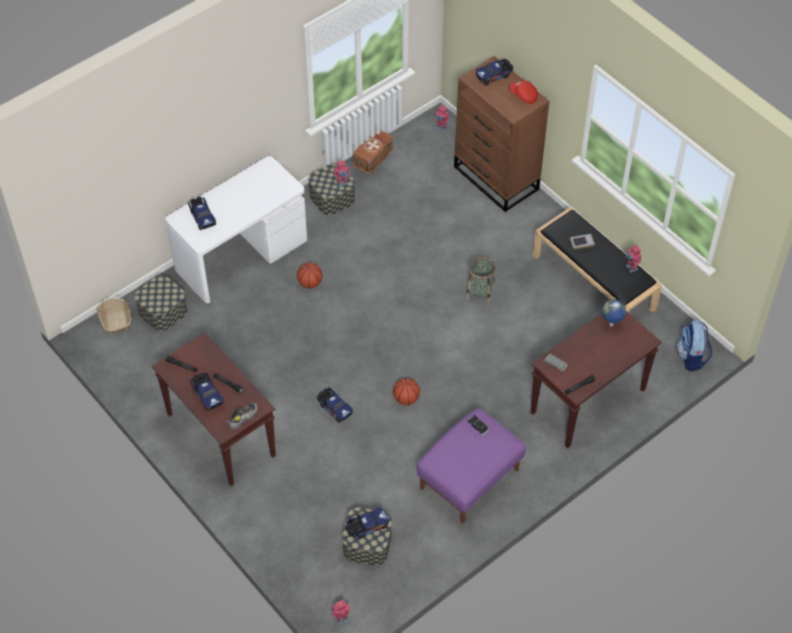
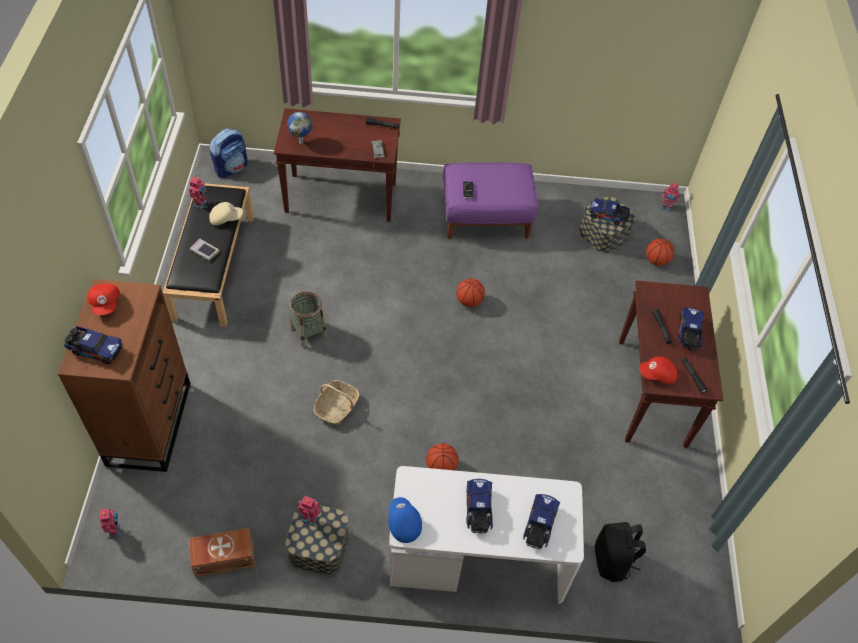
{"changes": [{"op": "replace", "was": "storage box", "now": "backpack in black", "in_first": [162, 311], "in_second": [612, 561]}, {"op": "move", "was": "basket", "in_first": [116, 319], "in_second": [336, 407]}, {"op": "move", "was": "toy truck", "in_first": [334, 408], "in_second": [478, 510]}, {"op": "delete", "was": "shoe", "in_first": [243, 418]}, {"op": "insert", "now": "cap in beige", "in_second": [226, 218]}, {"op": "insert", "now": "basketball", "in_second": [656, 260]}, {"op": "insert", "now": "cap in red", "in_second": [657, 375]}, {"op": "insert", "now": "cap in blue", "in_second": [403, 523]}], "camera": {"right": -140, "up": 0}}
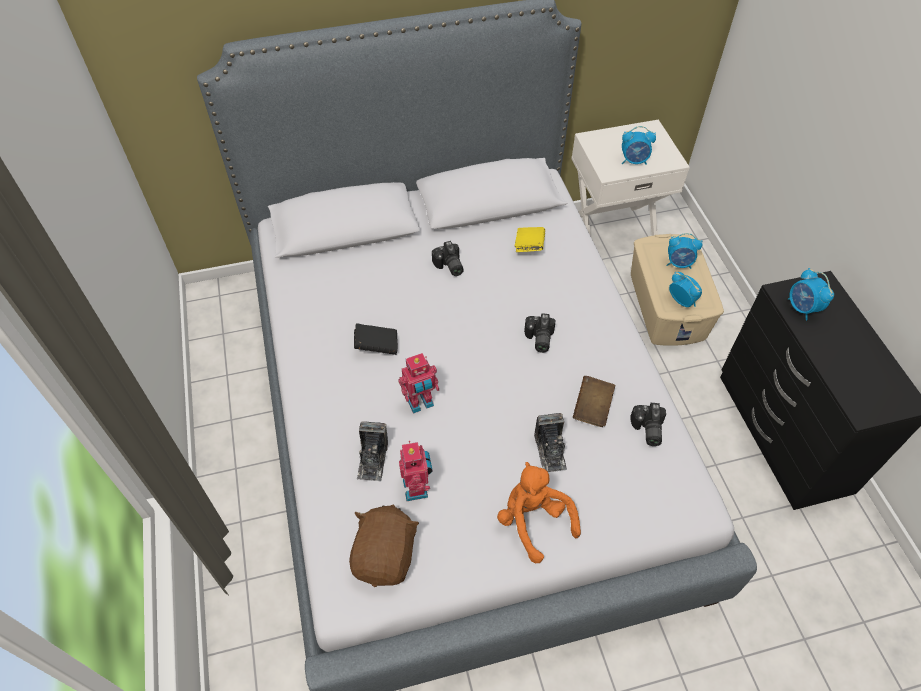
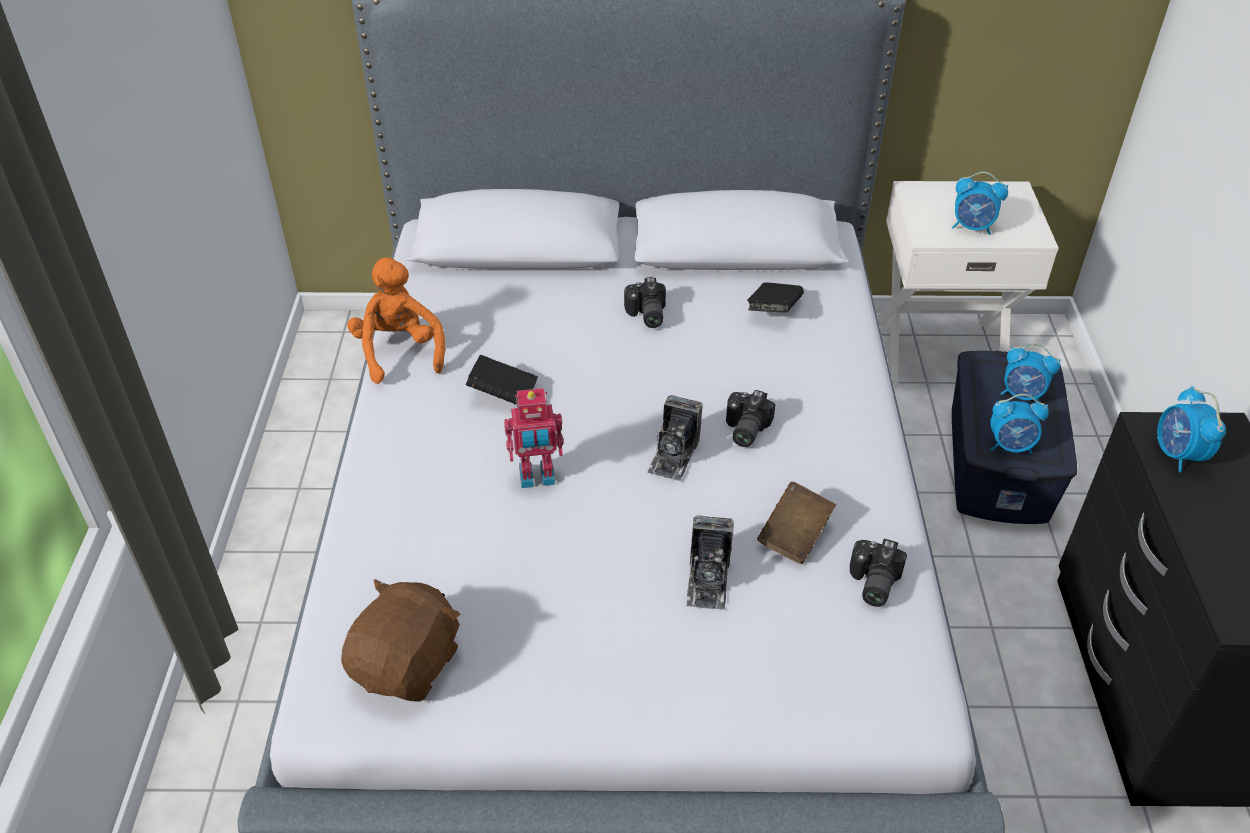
{"changes": [{"op": "recolor", "was": "book in yellow", "now": "book in black", "in_first": [529, 246], "in_second": [774, 310]}, {"op": "recolor", "was": "storage box in beige", "now": "storage box in blue", "in_first": [667, 305], "in_second": [999, 463]}, {"op": "rotate", "was": "alarm clock", "in_first": [681, 301], "in_second": [1010, 446], "clockwise": 120}, {"op": "move", "was": "photo camera", "in_first": [372, 459], "in_second": [674, 455]}, {"op": "delete", "was": "toy robot", "in_first": [417, 488]}, {"op": "move", "was": "plush toy in orange", "in_first": [533, 521], "in_second": [399, 351]}], "camera": {"right": 15, "up": -10}}
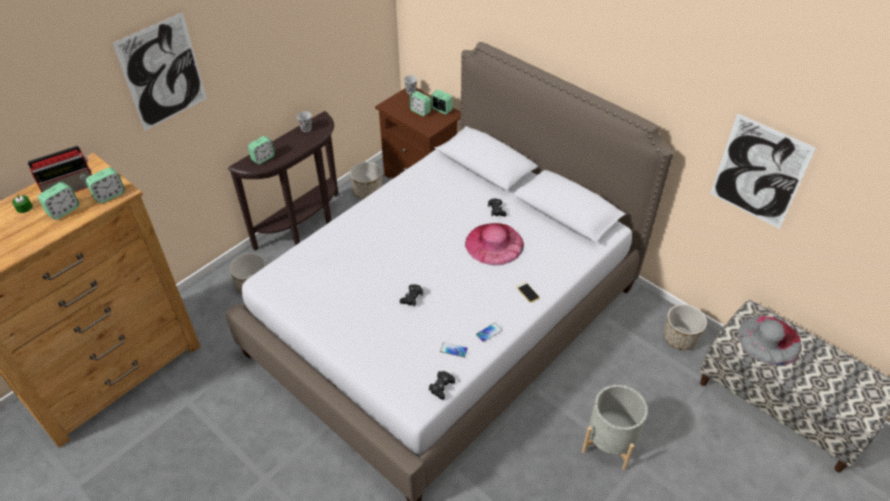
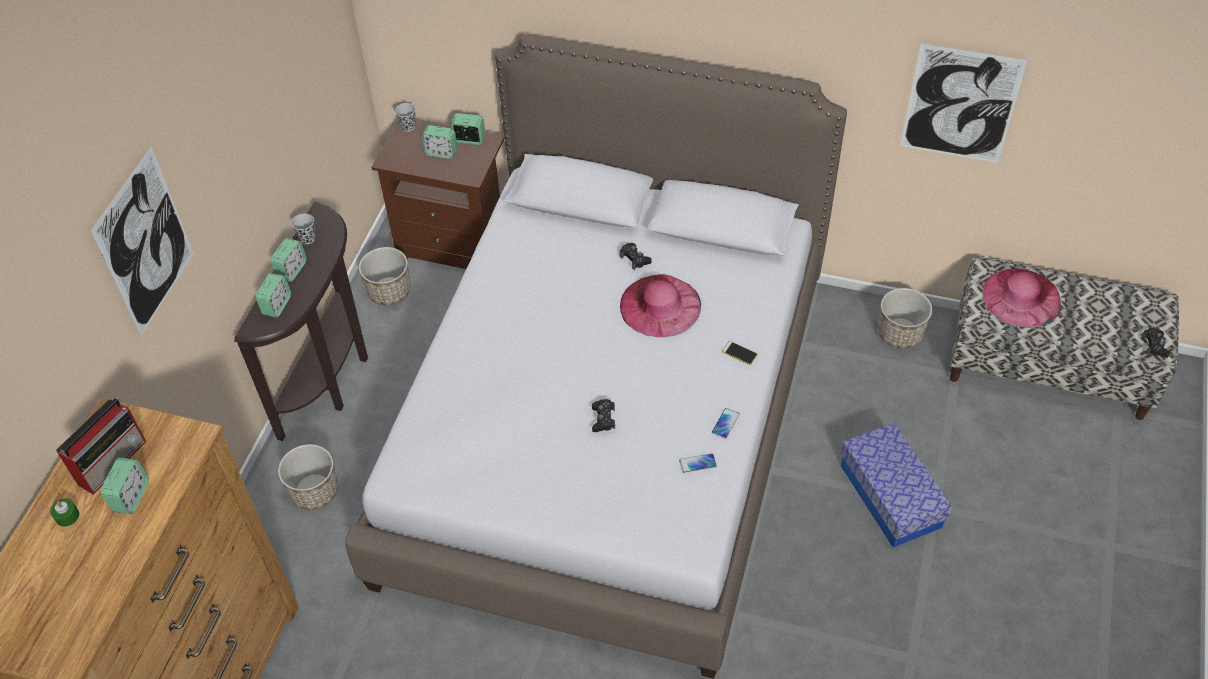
{"changes": [{"op": "move", "was": "alarm clock", "in_first": [109, 195], "in_second": [292, 270]}, {"op": "recolor", "was": "hat in grey", "now": "hat in pink", "in_first": [769, 339], "in_second": [1021, 297]}, {"op": "move", "was": "game controller in black", "in_first": [441, 387], "in_second": [1154, 346]}, {"op": "replace", "was": "planter in grey", "now": "storage box", "in_first": [610, 442], "in_second": [890, 496]}], "camera": {"right": -25, "up": 5}}
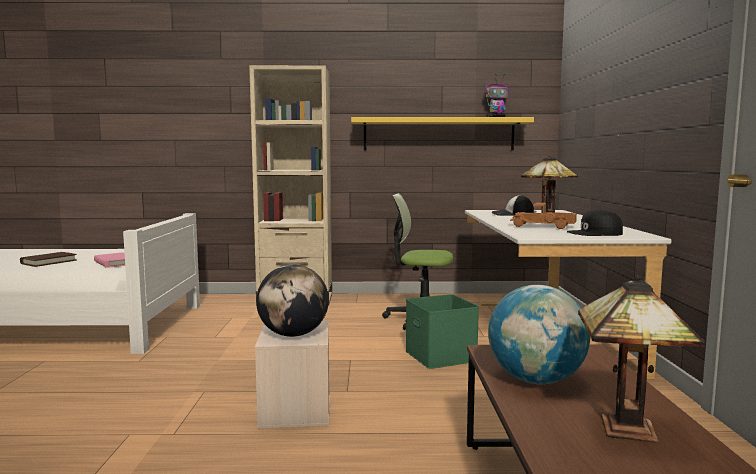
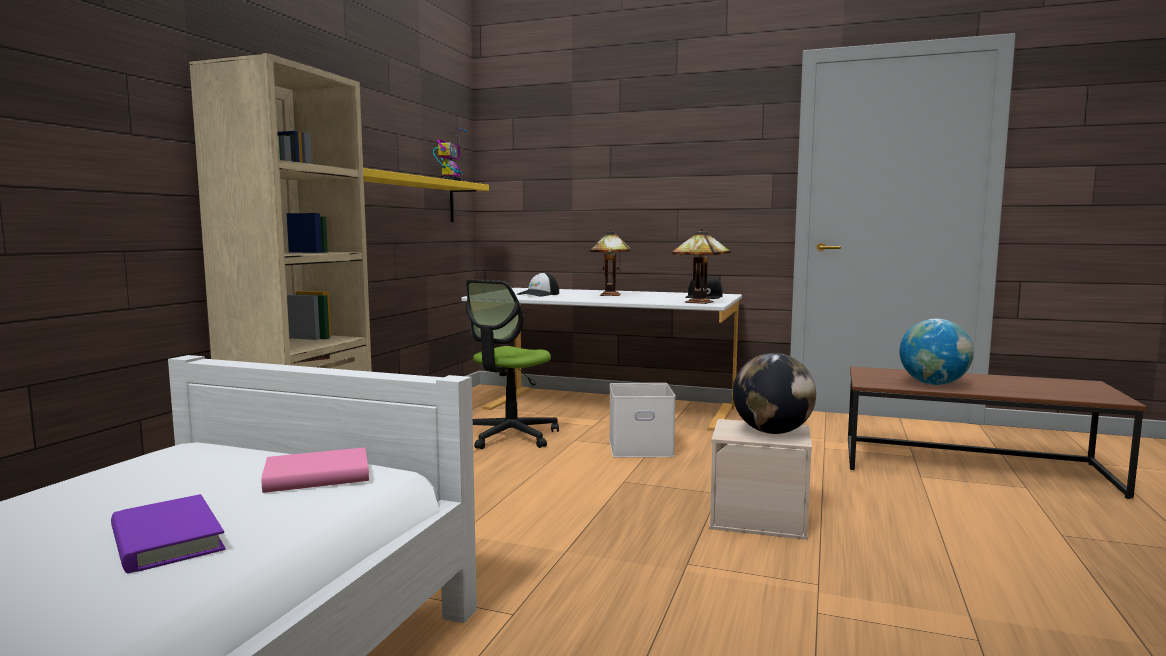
{"changes": [{"op": "delete", "was": "toy truck", "in_first": [543, 226]}, {"op": "recolor", "was": "book in brown", "now": "book in purple", "in_first": [49, 262], "in_second": [166, 540]}, {"op": "move", "was": "table lamp", "in_first": [632, 431], "in_second": [701, 302]}, {"op": "recolor", "was": "storage box in green", "now": "storage box in white", "in_first": [442, 356], "in_second": [641, 447]}], "camera": {"right": -70, "up": 0}}
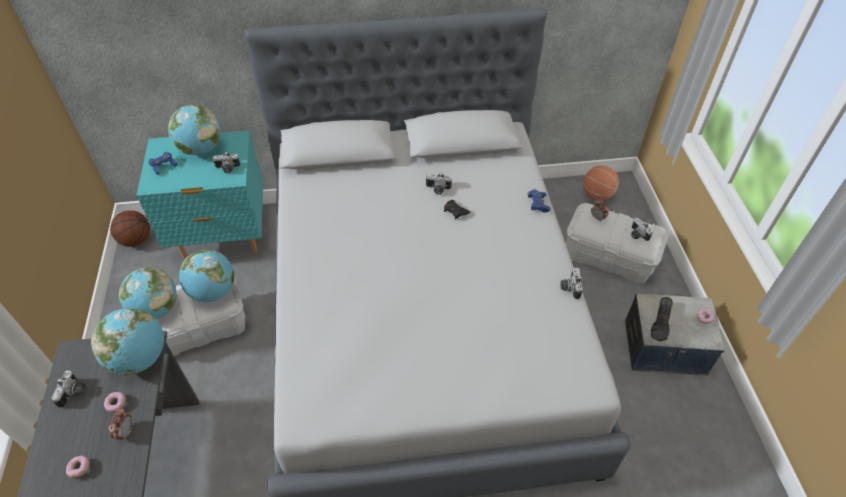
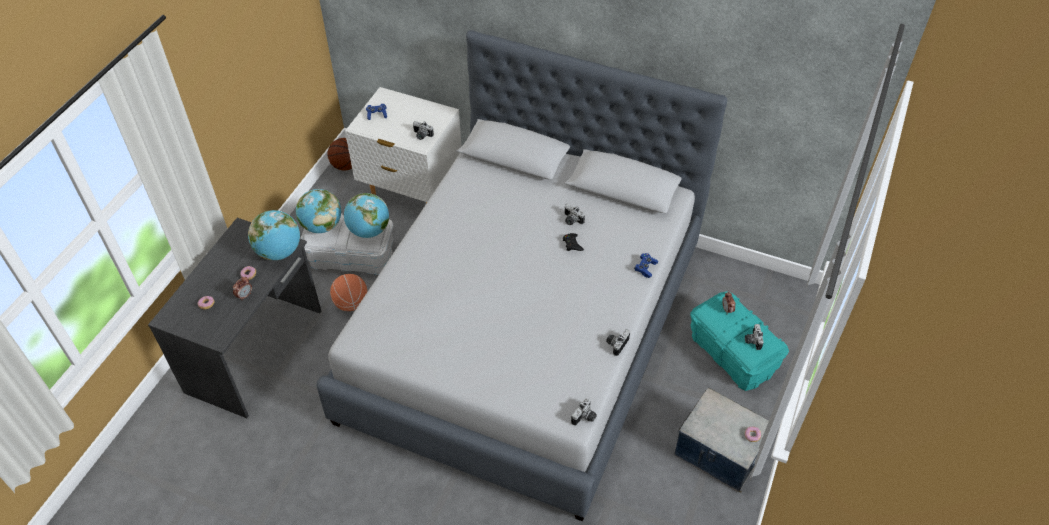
{"changes": [{"op": "delete", "was": "globe", "in_first": [201, 149]}, {"op": "recolor", "was": "nightstand in turquoise", "now": "nightstand in white", "in_first": [222, 237], "in_second": [411, 191]}, {"op": "move", "was": "basketball", "in_first": [597, 195], "in_second": [351, 303]}, {"op": "recolor", "was": "storage box in white", "now": "storage box in turquoise", "in_first": [609, 256], "in_second": [733, 353]}, {"op": "delete", "was": "flashlight", "in_first": [661, 322]}, {"op": "move", "was": "photo camera", "in_first": [74, 393], "in_second": [585, 418]}], "camera": {"right": 30, "up": 0}}
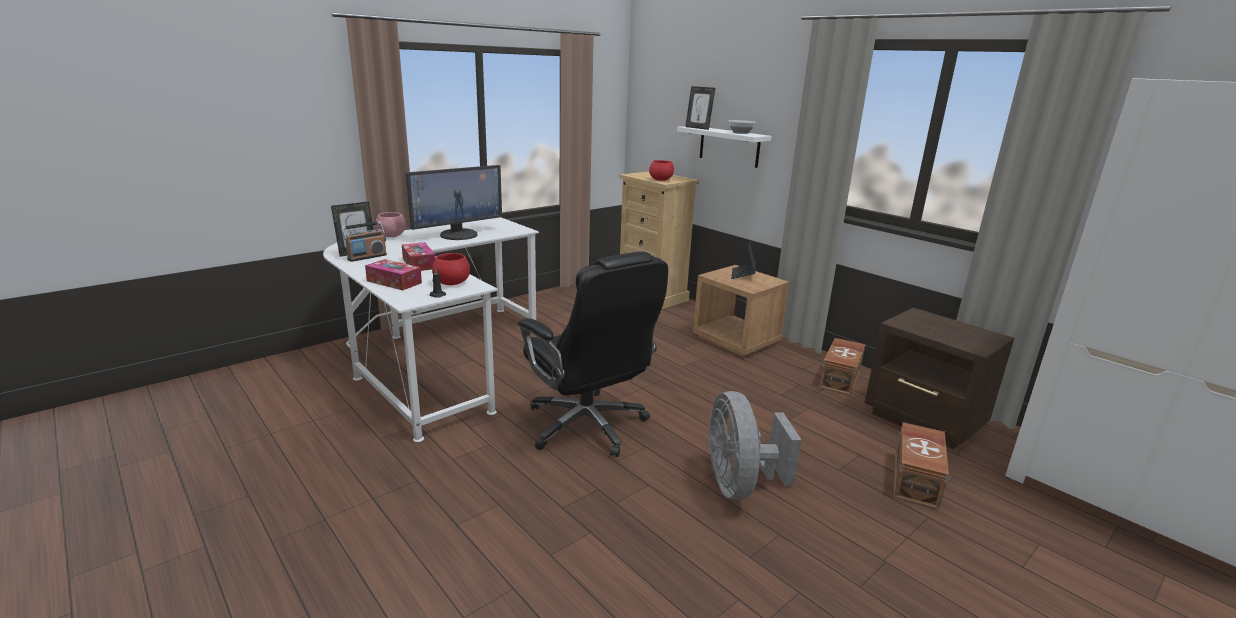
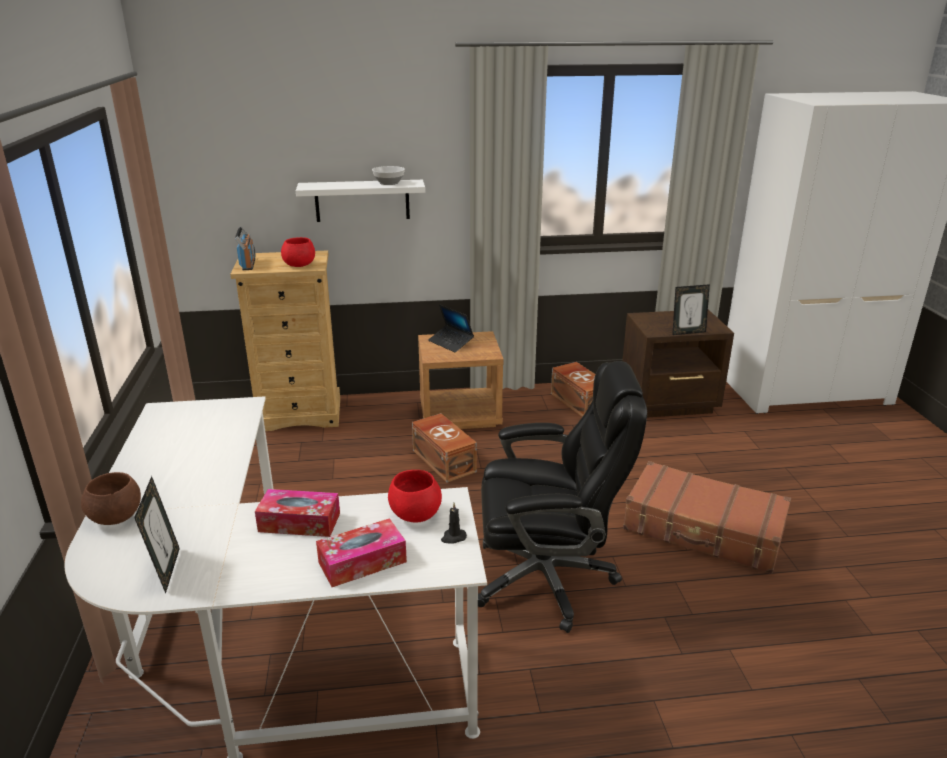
{"changes": [{"op": "move", "was": "picture frame", "in_first": [698, 128], "in_second": [687, 332]}, {"op": "delete", "was": "monitor", "in_first": [458, 235]}, {"op": "recolor", "was": "bowl in pink", "now": "bowl in brown", "in_first": [391, 236], "in_second": [116, 518]}, {"op": "move", "was": "radio", "in_first": [367, 257], "in_second": [248, 264]}, {"op": "replace", "was": "fan in grey", "now": "suitcase in brown", "in_first": [739, 485], "in_second": [703, 530]}, {"op": "move", "was": "storage box in brown", "in_first": [916, 479], "in_second": [444, 460]}], "camera": {"right": -55, "up": 5}}
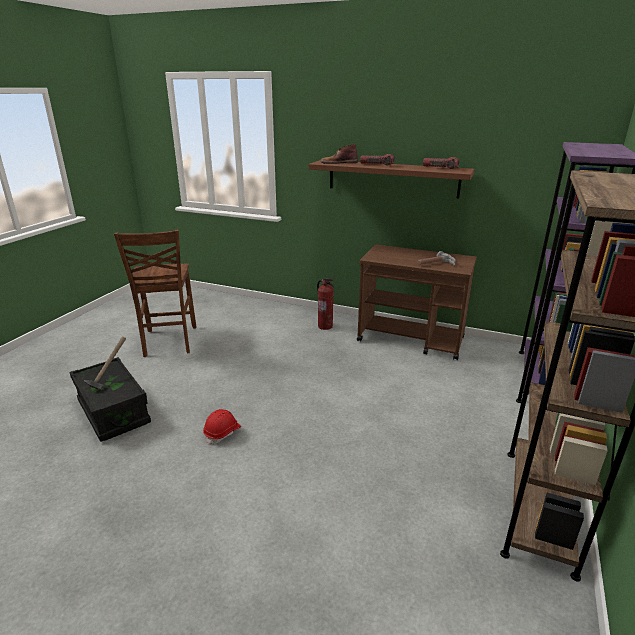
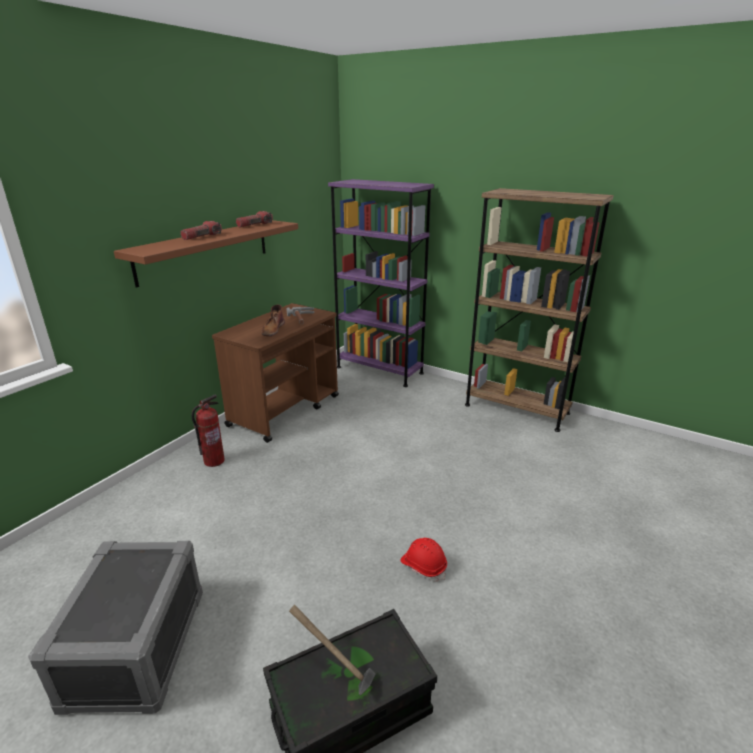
{"changes": [{"op": "move", "was": "boot in brown", "in_first": [338, 163], "in_second": [273, 329]}, {"op": "replace", "was": "chair in brown", "now": "storage box in grey", "in_first": [169, 342], "in_second": [137, 648]}], "camera": {"right": -80, "up": 0}}
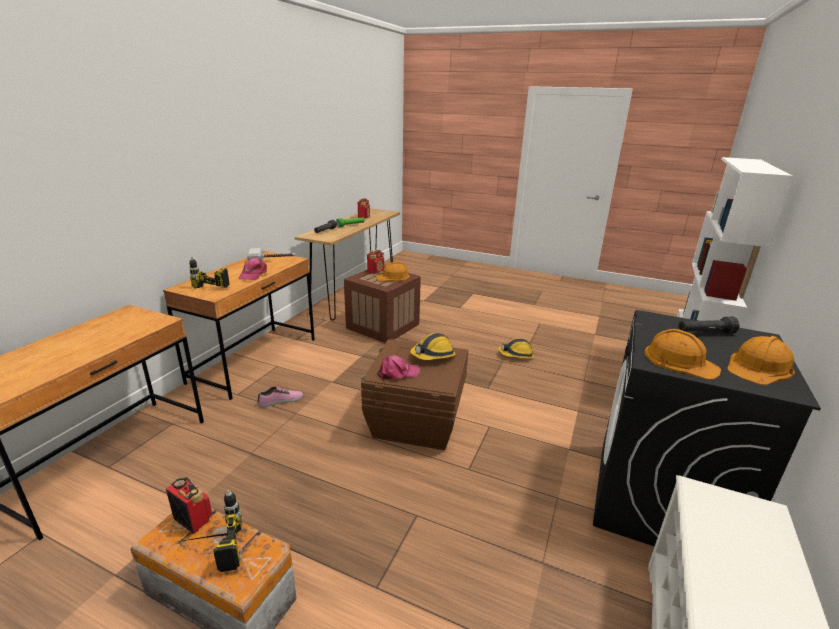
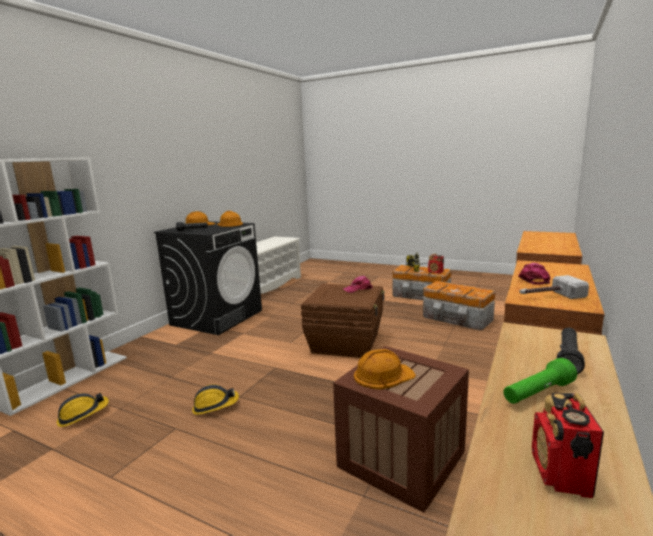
{"changes": [{"op": "delete", "was": "radio", "in_first": [376, 271]}, {"op": "delete", "was": "power drill", "in_first": [204, 292]}, {"op": "move", "was": "hard hat", "in_first": [433, 355], "in_second": [82, 415]}, {"op": "delete", "was": "shoe", "in_first": [281, 401]}, {"op": "insert", "now": "storage box", "in_second": [457, 319]}], "camera": {"right": -175, "up": -10}}
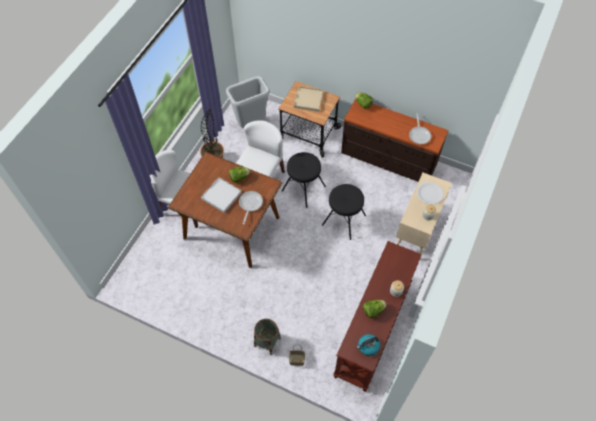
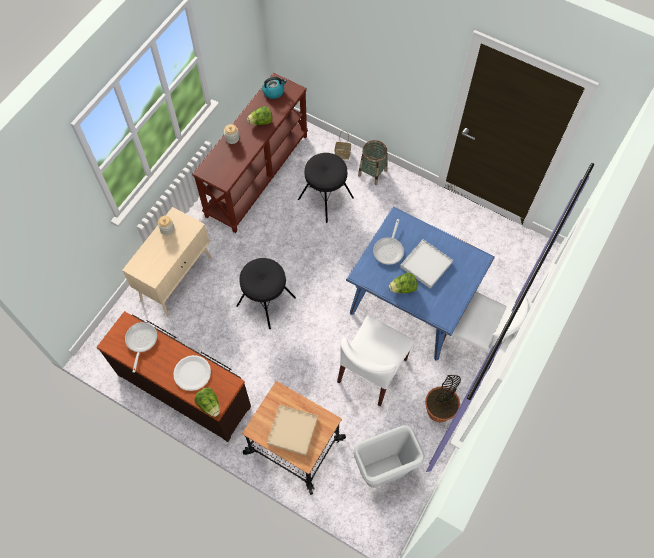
{"changes": [{"op": "recolor", "was": "dining table in brown", "now": "dining table in blue", "in_first": [231, 227], "in_second": [412, 304]}, {"op": "move", "was": "stool in black", "in_first": [303, 188], "in_second": [325, 198]}, {"op": "move", "was": "plate in white", "in_first": [430, 193], "in_second": [192, 373]}], "camera": {"right": -175, "up": 5}}
